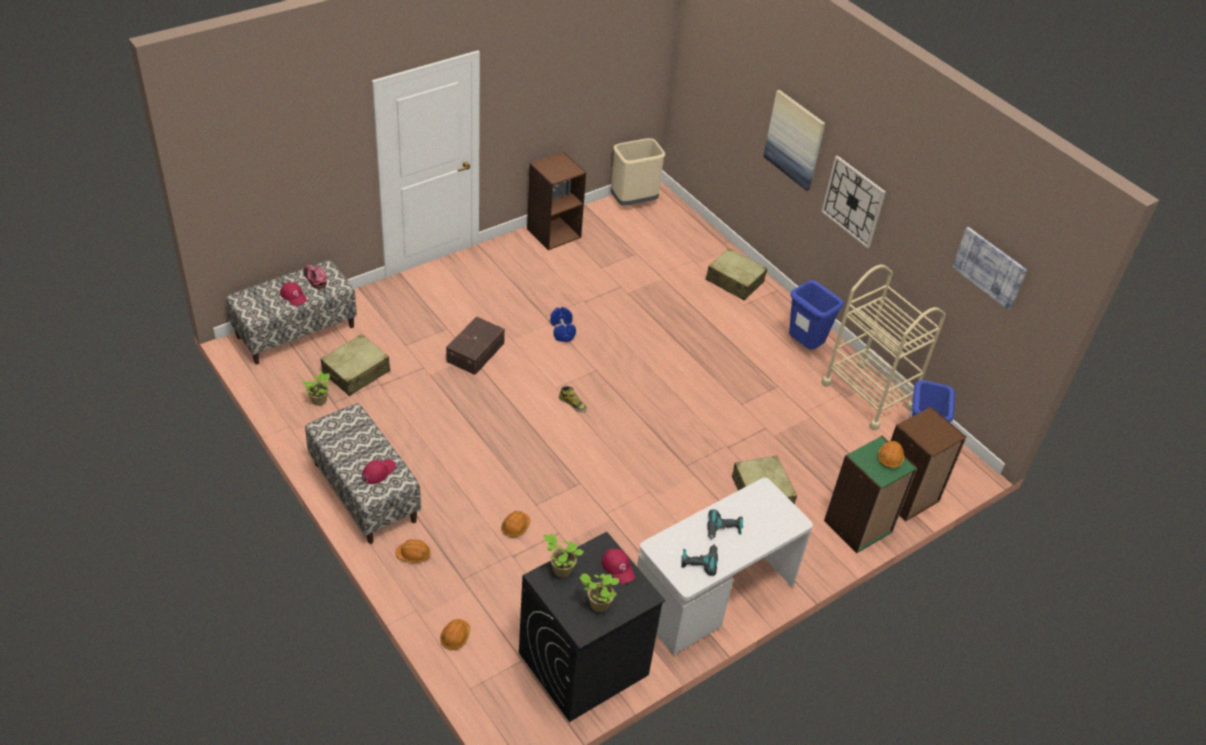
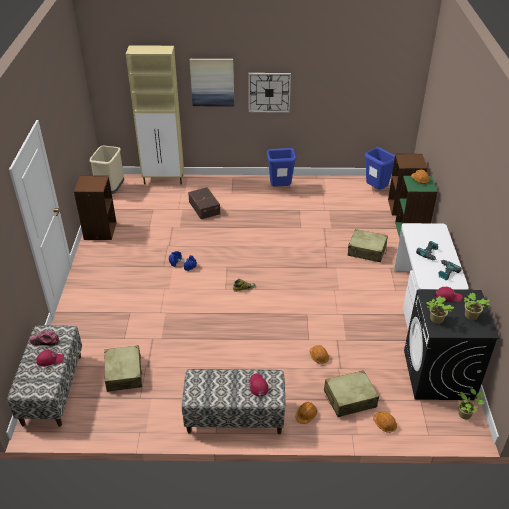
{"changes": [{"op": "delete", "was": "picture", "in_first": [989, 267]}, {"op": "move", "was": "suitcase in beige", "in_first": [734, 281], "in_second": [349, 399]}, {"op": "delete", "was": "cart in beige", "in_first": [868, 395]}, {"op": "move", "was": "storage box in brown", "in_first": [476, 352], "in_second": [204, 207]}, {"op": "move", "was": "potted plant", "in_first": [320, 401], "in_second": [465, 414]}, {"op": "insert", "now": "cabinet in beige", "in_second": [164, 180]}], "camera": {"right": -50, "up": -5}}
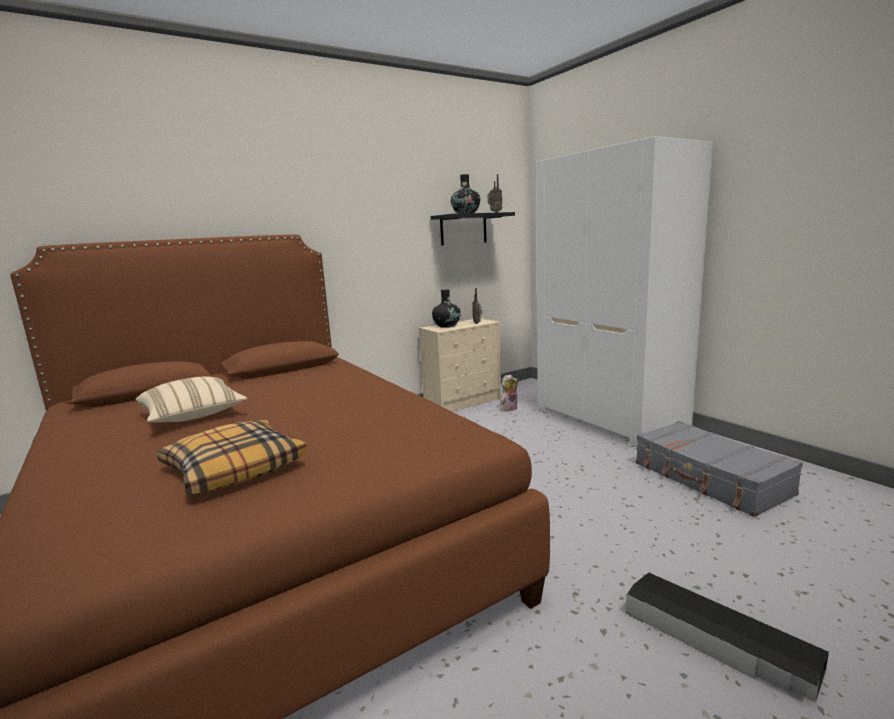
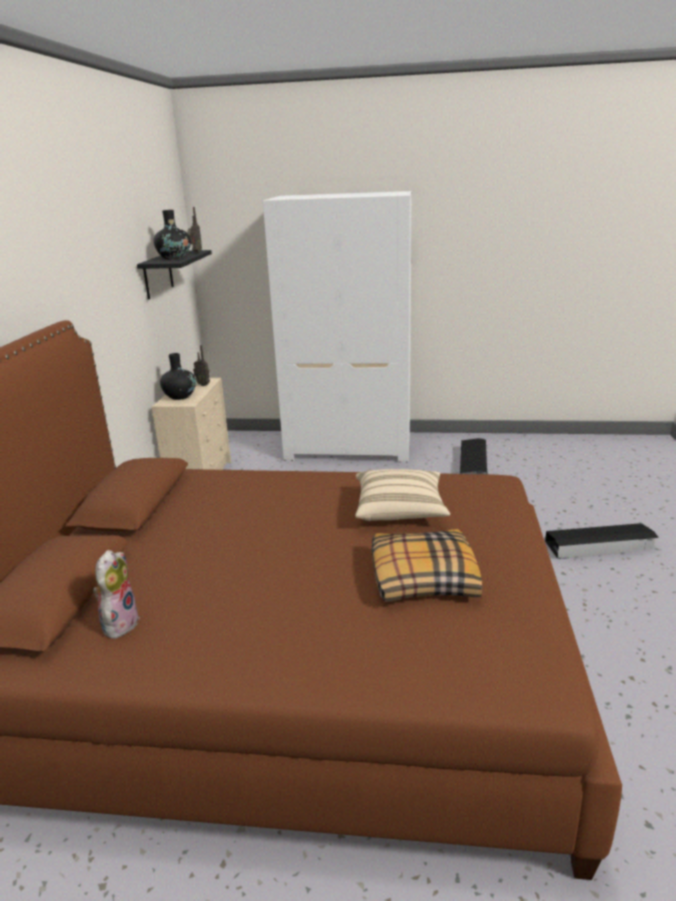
{"changes": [{"op": "move", "was": "plush toy", "in_first": [508, 408], "in_second": [119, 623]}, {"op": "move", "was": "pillow in beige", "in_first": [193, 416], "in_second": [400, 510]}, {"op": "replace", "was": "suitcase in grey", "now": "storage box in black", "in_first": [710, 479], "in_second": [473, 465]}], "camera": {"right": -50, "up": 10}}
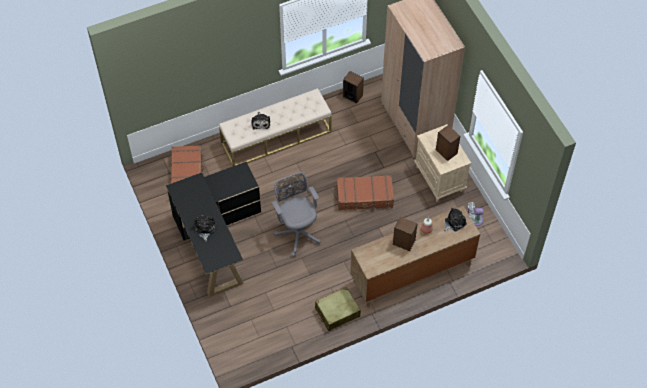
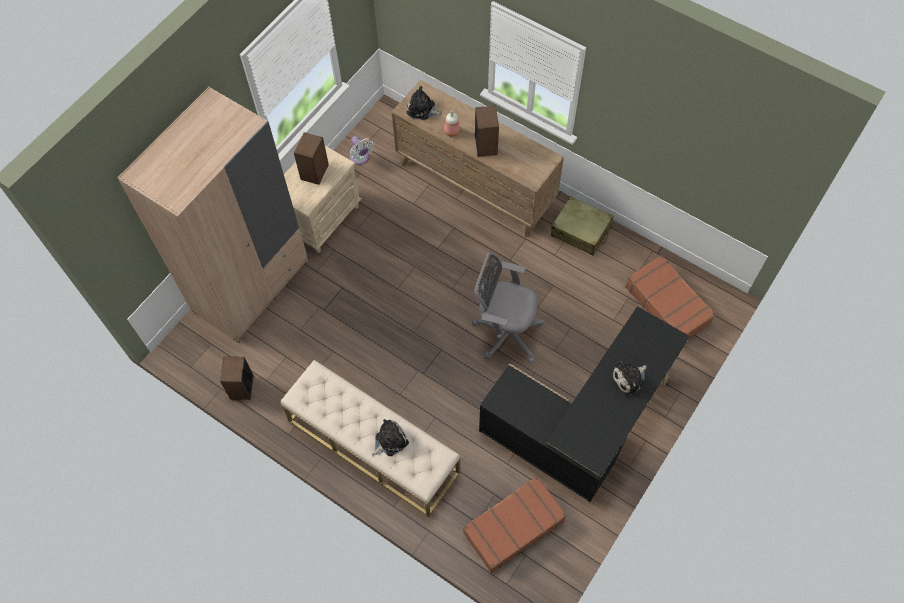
{"changes": [{"op": "rotate", "was": "office chair in grey", "in_first": [297, 232], "in_second": [505, 332], "clockwise": 75}, {"op": "move", "was": "suitcase in brown", "in_first": [365, 197], "in_second": [667, 304]}], "camera": {"right": -120, "up": 5}}
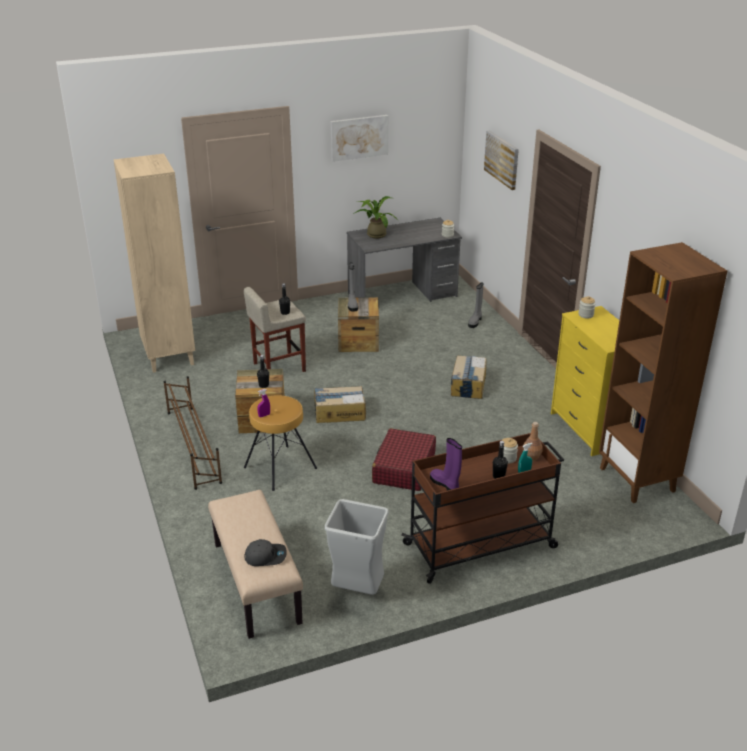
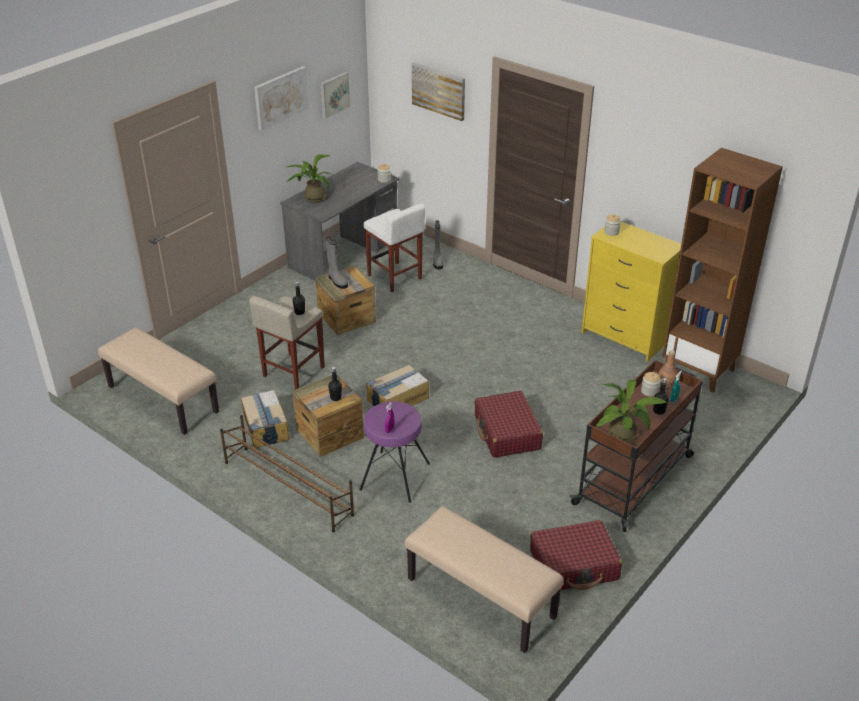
{"changes": [{"op": "replace", "was": "bookcase in beige", "now": "bench in beige", "in_first": [168, 356], "in_second": [162, 399]}, {"op": "move", "was": "cardboard box", "in_first": [468, 385], "in_second": [265, 427]}, {"op": "recolor", "was": "stool in brown", "now": "stool in purple", "in_first": [280, 467], "in_second": [394, 476]}, {"op": "replace", "was": "boot in purple", "now": "potted plant", "in_first": [445, 484], "in_second": [625, 436]}, {"op": "replace", "was": "trash can in grey", "now": "suitcase in red", "in_first": [358, 591], "in_second": [574, 565]}, {"op": "delete", "was": "cap in grey", "in_first": [265, 556]}, {"op": "insert", "now": "picture", "in_second": [333, 94]}, {"op": "insert", "now": "stool in white", "in_second": [395, 277]}], "camera": {"right": -30, "up": 5}}
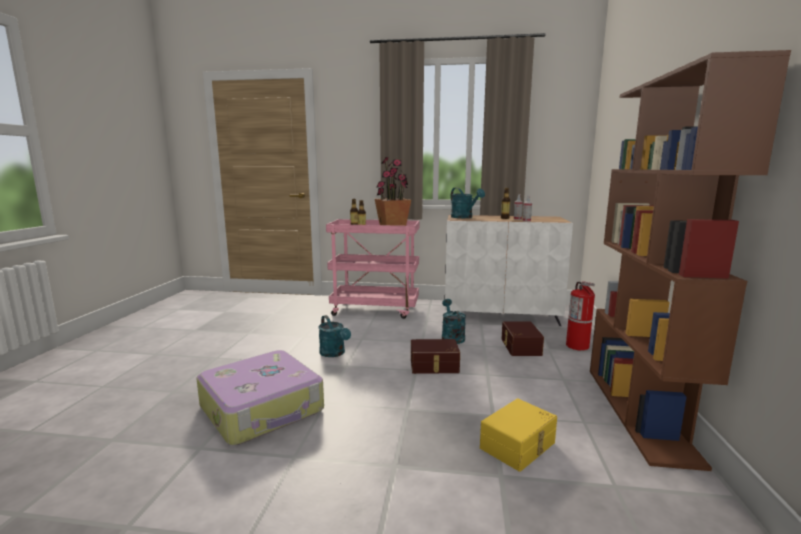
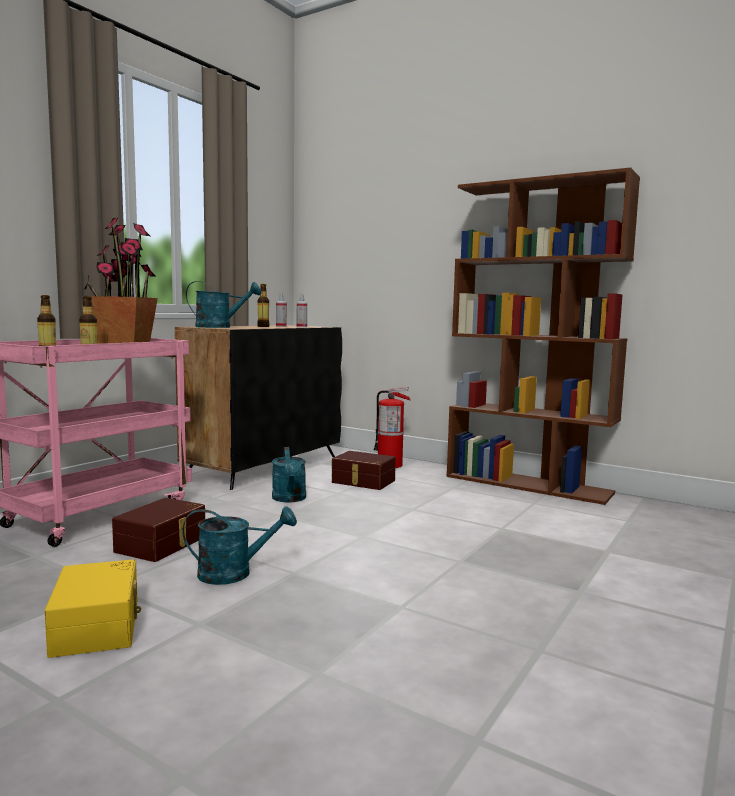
{"changes": [{"op": "recolor", "was": "cabinet in white", "now": "cabinet in black", "in_first": [501, 315], "in_second": [265, 466]}, {"op": "rotate", "was": "watering can in turquoise", "in_first": [451, 337], "in_second": [290, 499], "clockwise": -120}, {"op": "move", "was": "storage box in brown", "in_first": [434, 366], "in_second": [162, 544]}, {"op": "delete", "was": "suitcase", "in_first": [263, 409]}, {"op": "move", "was": "storage box in yellow", "in_first": [519, 446], "in_second": [99, 625]}], "camera": {"right": -65, "up": -5}}
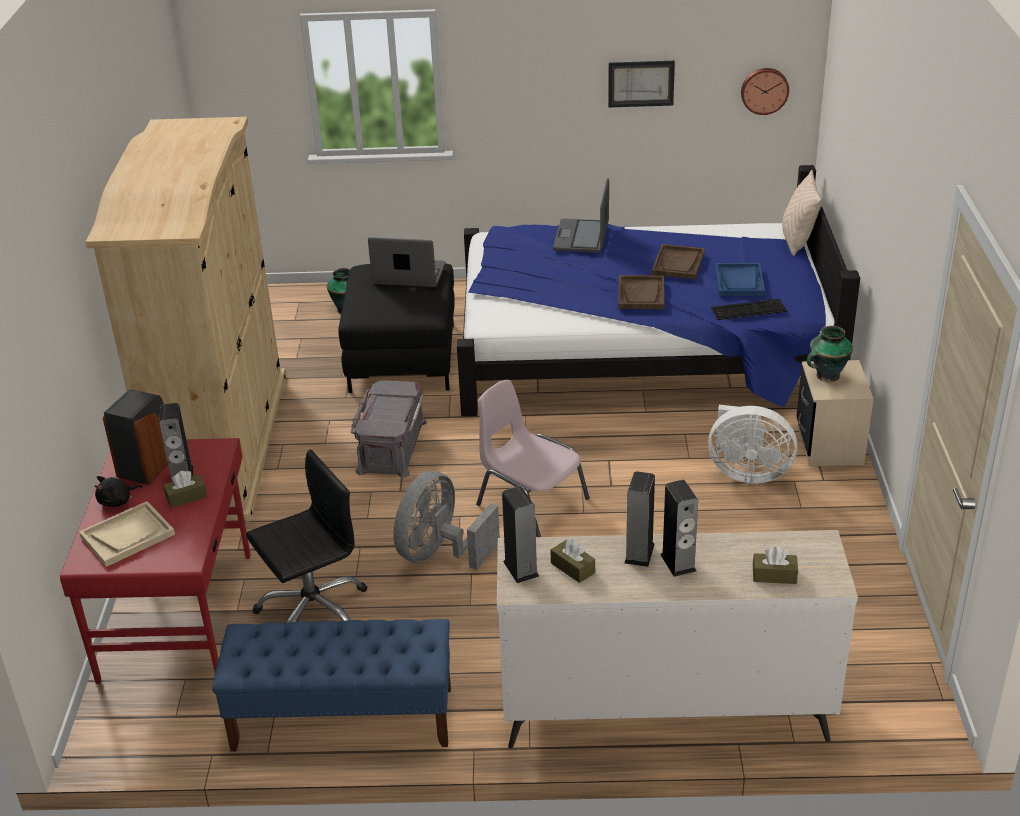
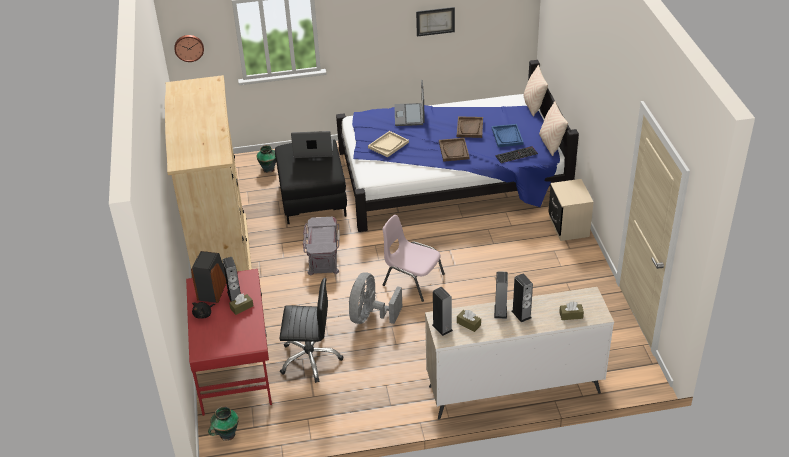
{"changes": [{"op": "move", "was": "wall clock", "in_first": [764, 90], "in_second": [189, 47]}, {"op": "move", "was": "vase", "in_first": [826, 376], "in_second": [226, 435]}, {"op": "delete", "was": "fan in white", "in_first": [747, 472]}, {"op": "rotate", "was": "office chair in black", "in_first": [313, 611], "in_second": [310, 359], "clockwise": 45}, {"op": "move", "was": "tray in beige", "in_first": [128, 535], "in_second": [388, 145]}, {"op": "delete", "was": "bench in blue", "in_first": [342, 719]}, {"op": "insert", "now": "pillow in beige", "in_second": [551, 144]}], "camera": {"right": -10, "up": 5}}
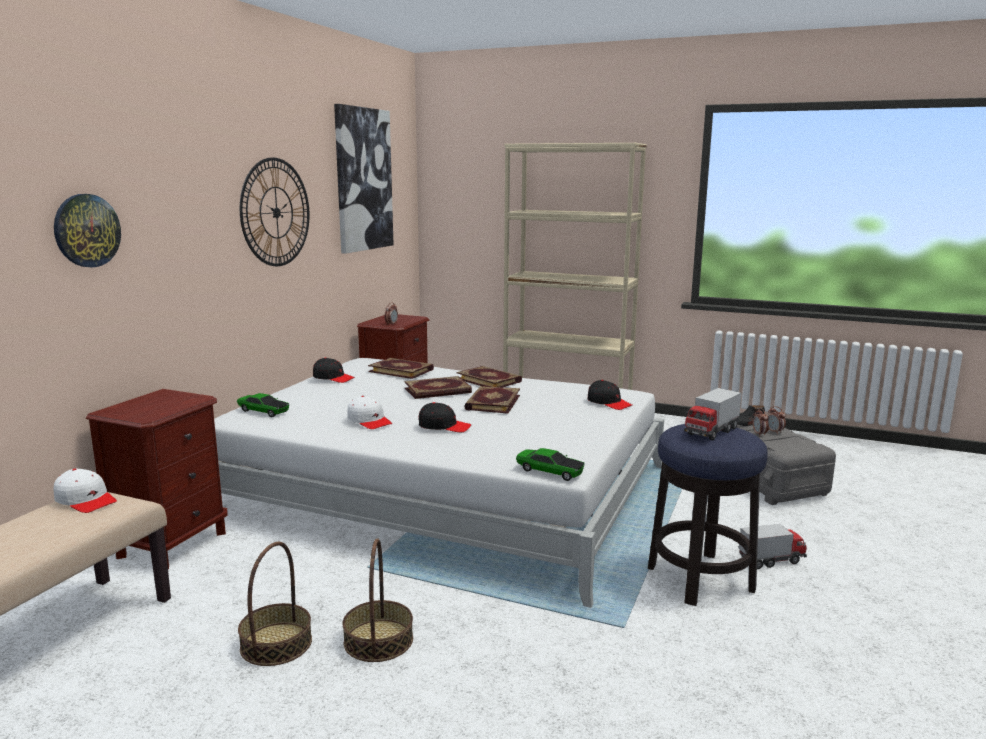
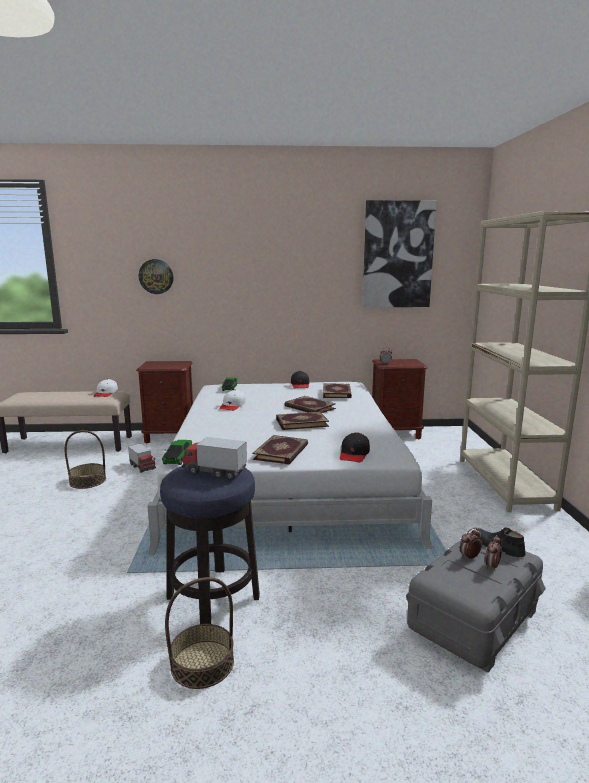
{"changes": [{"op": "delete", "was": "wall clock", "in_first": [276, 212]}, {"op": "move", "was": "book", "in_first": [489, 380], "in_second": [282, 452]}, {"op": "delete", "was": "cap in black", "in_first": [444, 426]}, {"op": "move", "was": "toy truck", "in_first": [771, 560], "in_second": [142, 467]}, {"op": "move", "was": "basket", "in_first": [378, 640], "in_second": [202, 663]}], "camera": {"right": 65, "up": 0}}
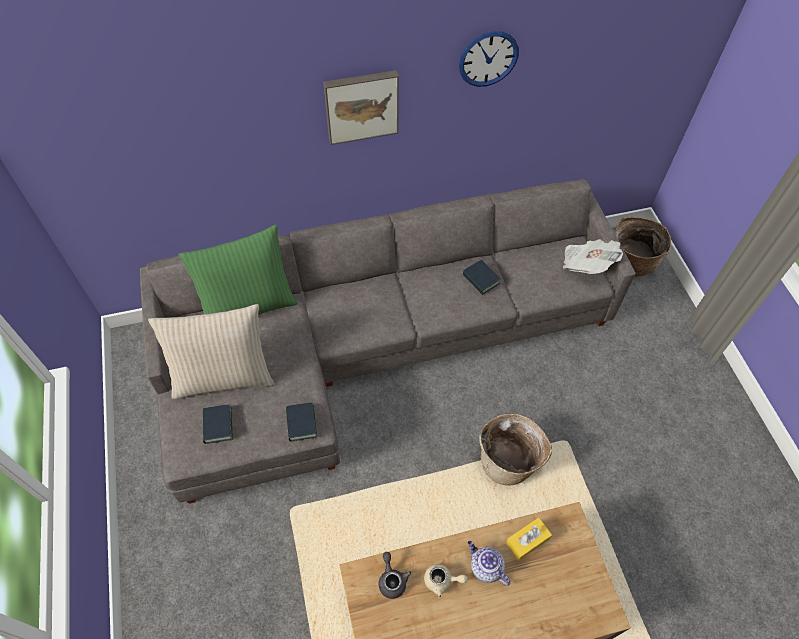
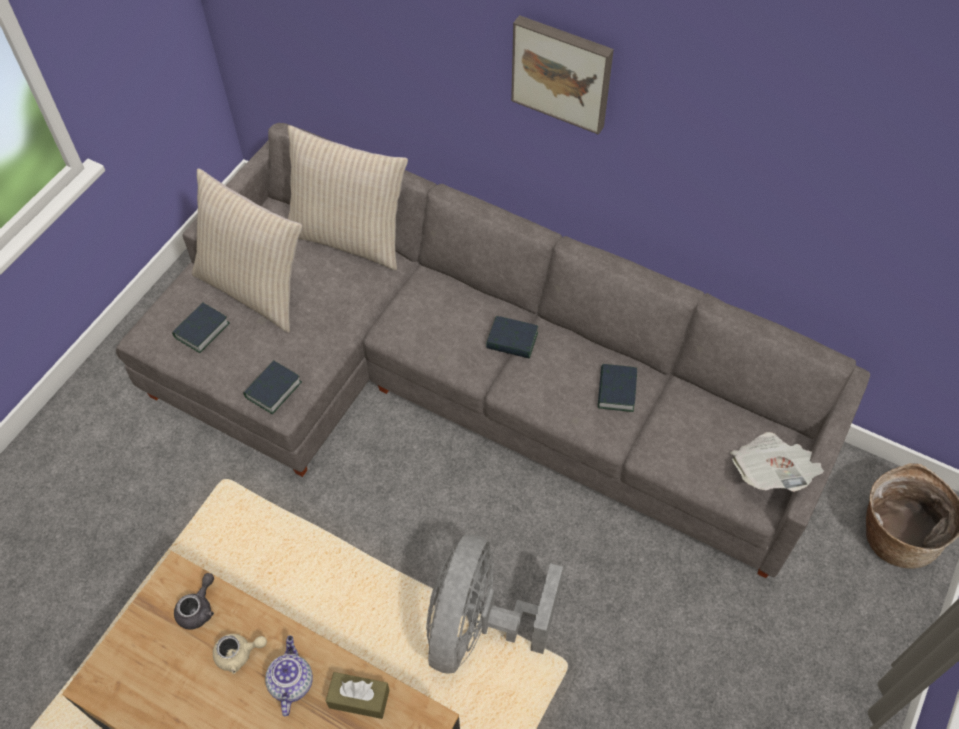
{"changes": [{"op": "delete", "was": "wall clock", "in_first": [488, 59]}, {"op": "recolor", "was": "pillow in green", "now": "pillow in beige", "in_first": [248, 305], "in_second": [349, 237]}, {"op": "replace", "was": "basket", "now": "fan in grey", "in_first": [509, 461], "in_second": [479, 626]}, {"op": "recolor", "was": "tissue box in yellow", "now": "tissue box in brown", "in_first": [527, 541], "in_second": [359, 698]}, {"op": "rotate", "was": "teapot in beige", "in_first": [442, 581], "in_second": [239, 654], "clockwise": -60}, {"op": "insert", "now": "book", "in_second": [512, 341]}], "camera": {"right": 45, "up": 0}}
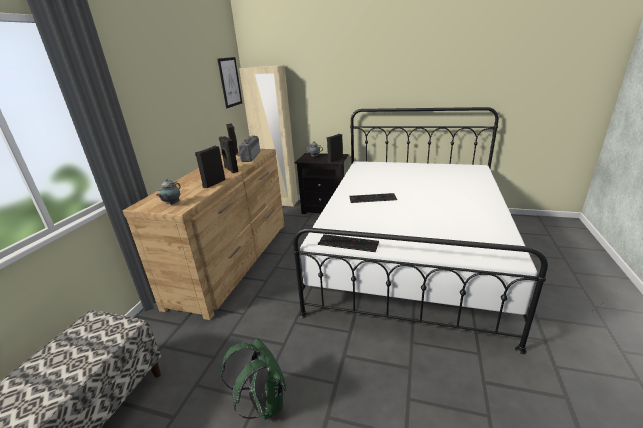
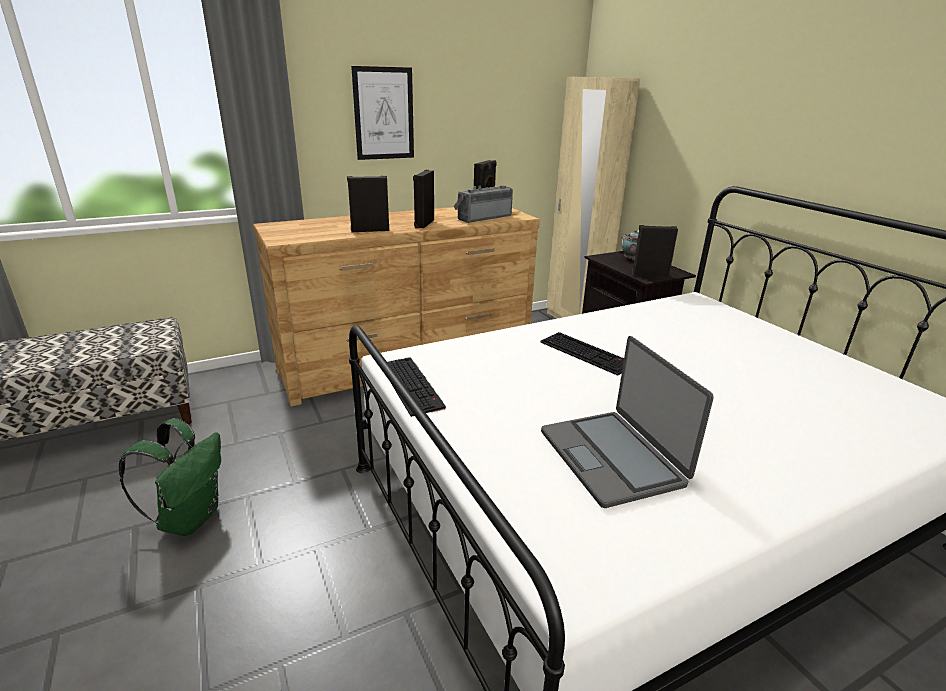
{"changes": [{"op": "move", "was": "picture", "in_first": [230, 82], "in_second": [384, 114]}, {"op": "delete", "was": "teapot", "in_first": [172, 204]}, {"op": "insert", "now": "laptop", "in_second": [612, 457]}], "camera": {"right": 45, "up": 0}}
